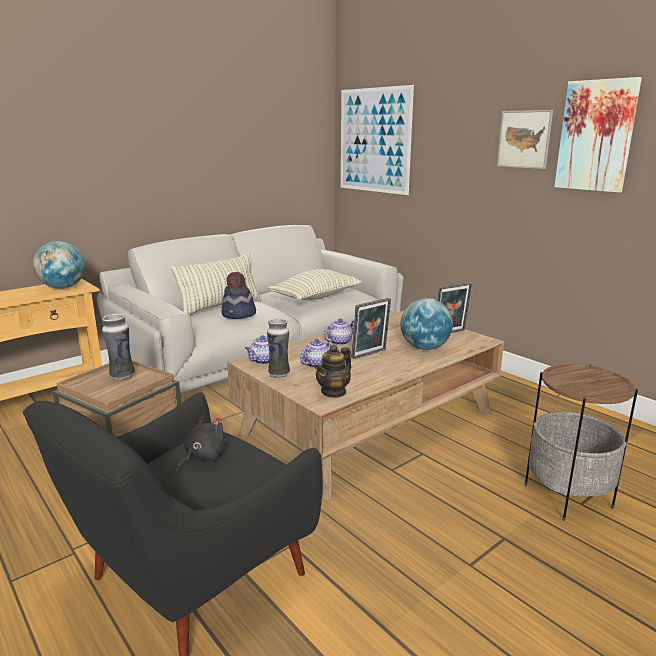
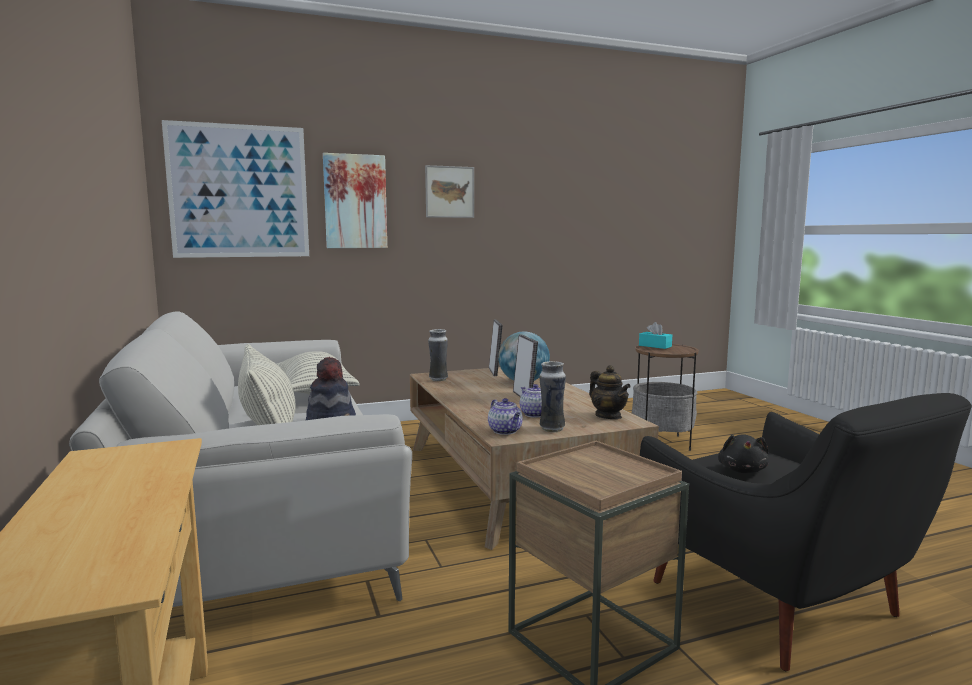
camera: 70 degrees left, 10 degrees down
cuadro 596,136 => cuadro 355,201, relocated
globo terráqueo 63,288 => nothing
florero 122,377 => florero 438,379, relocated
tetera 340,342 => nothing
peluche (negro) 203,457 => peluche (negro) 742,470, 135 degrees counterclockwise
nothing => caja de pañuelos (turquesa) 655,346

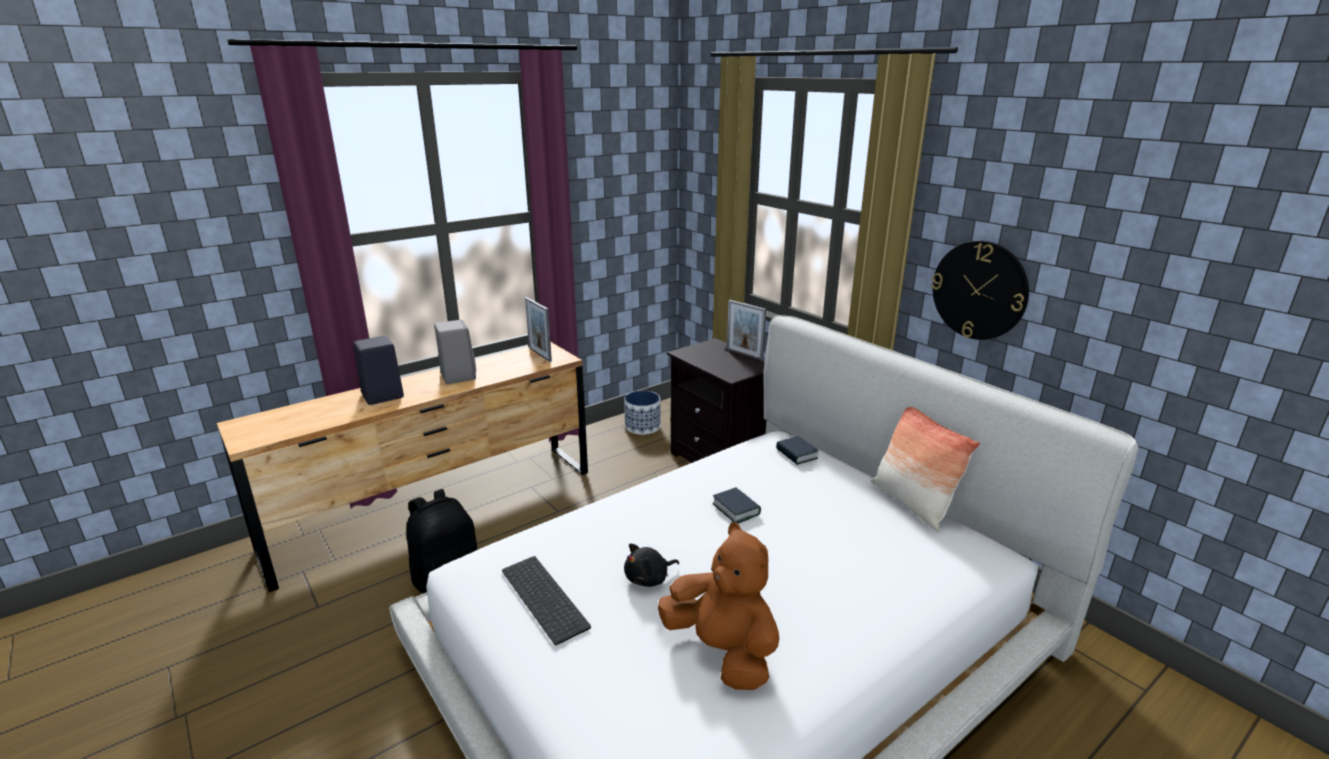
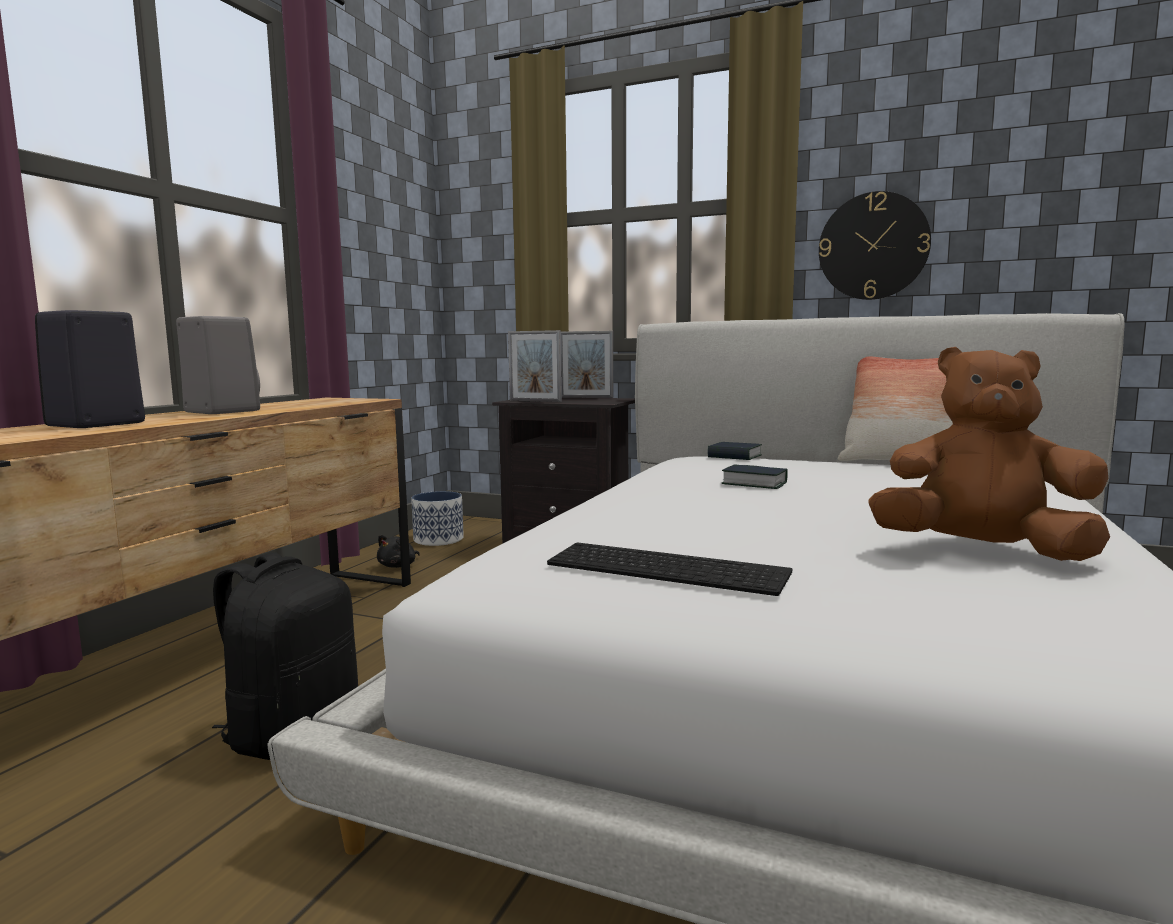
camera: 30 degrees left, 15 degrees down
portarretratos 540,354 => portarretratos 535,401, relocated
peluche (negro) 649,579 => peluche (negro) 399,566, relocated

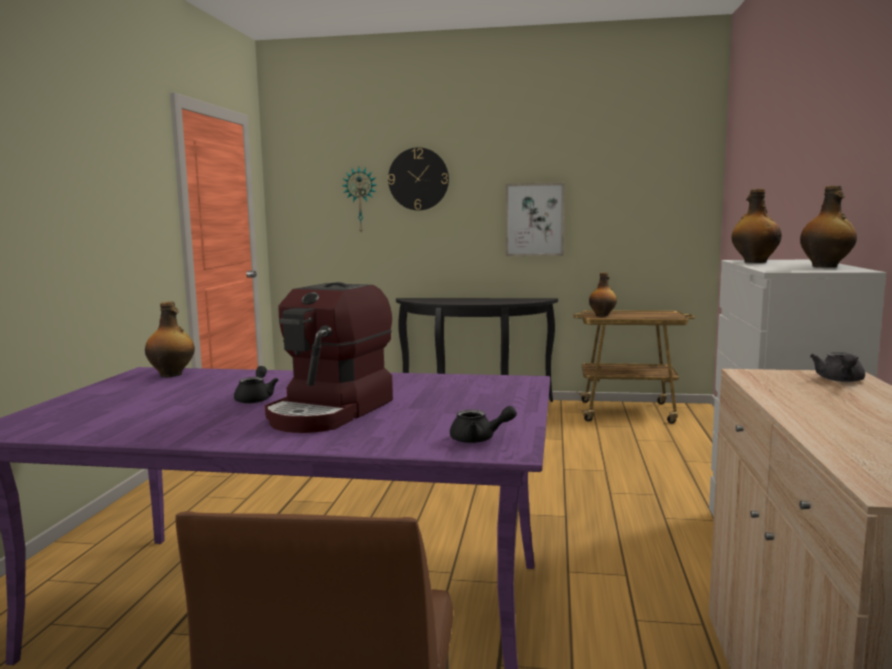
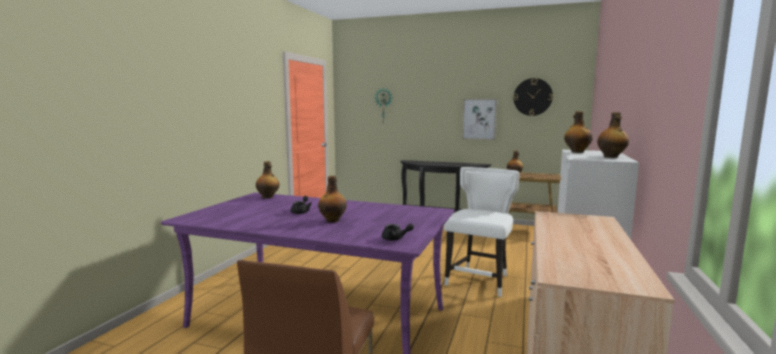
camera: 10 degrees right, 0 degrees up
reloj de pared 418,179 => reloj de pared 532,97, relocated
cafetera 331,412 => botella 333,220
tetera (gris) 840,380 => nothing
nothing => silla (blanco) 480,280

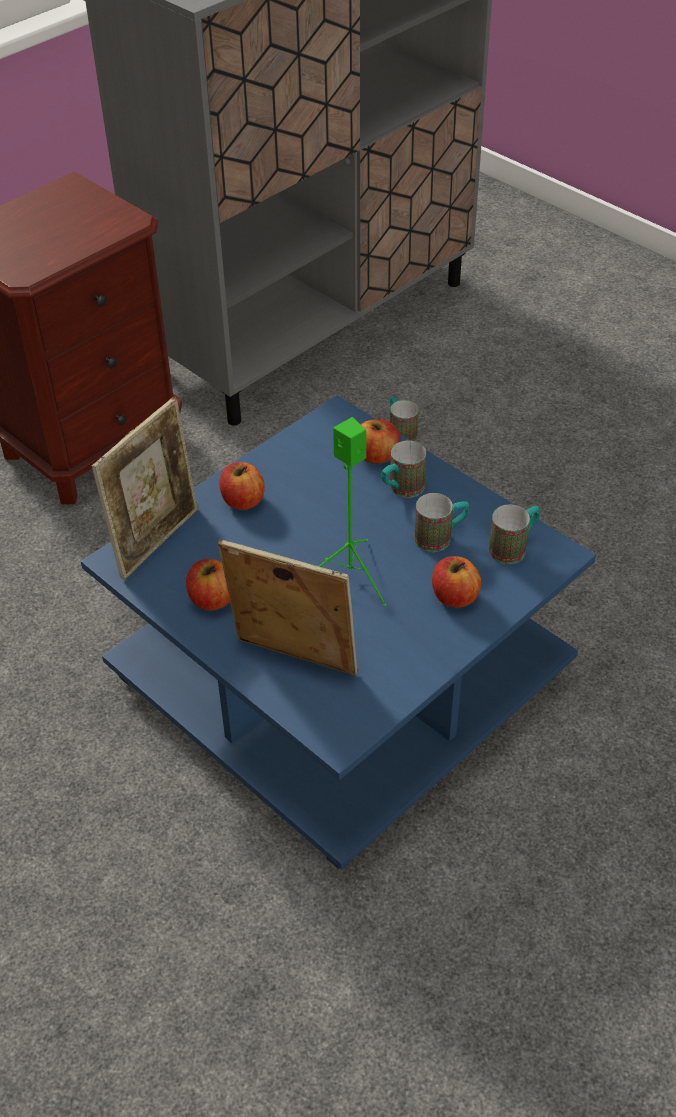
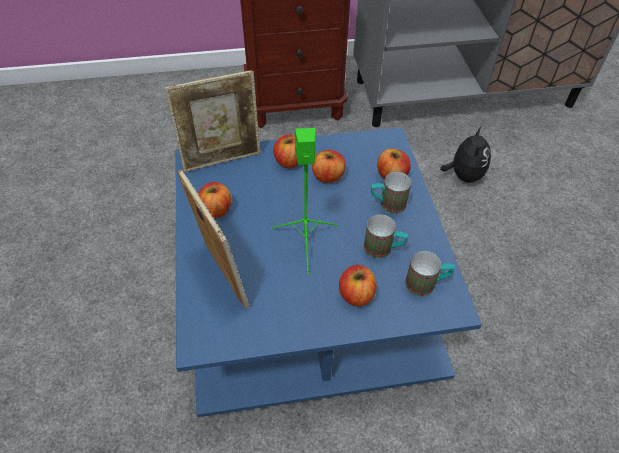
camera: 35 degrees right, 5 degrees up
taza grande 400,433 => peluche 463,175
nothing => manzana 328,176

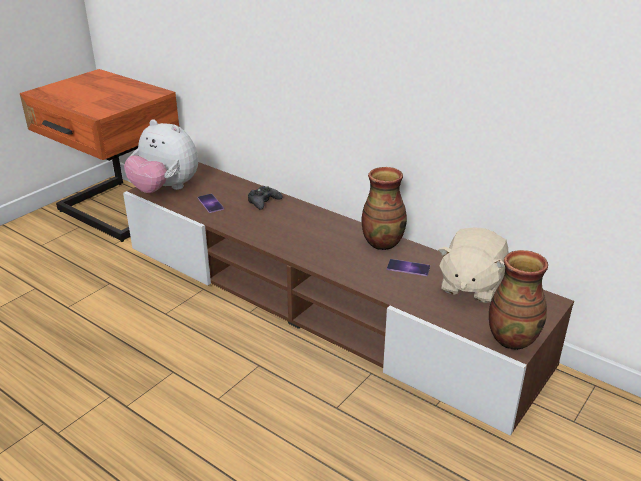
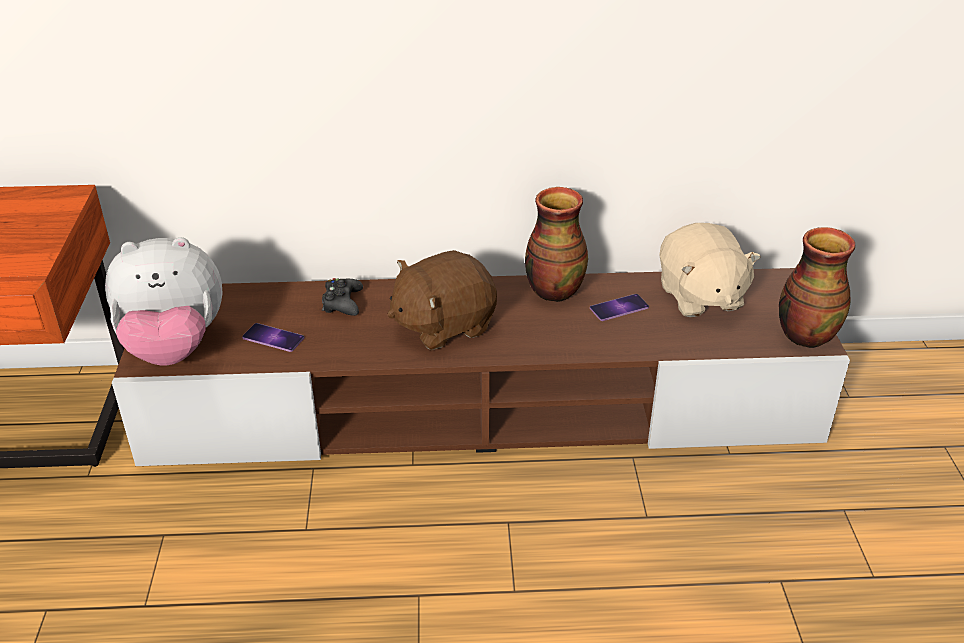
camera: 40 degrees left, 5 degrees up
nothing => peluche (marrón) 443,325

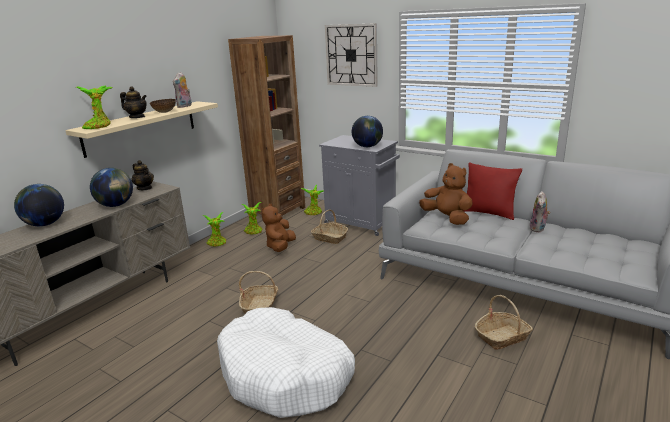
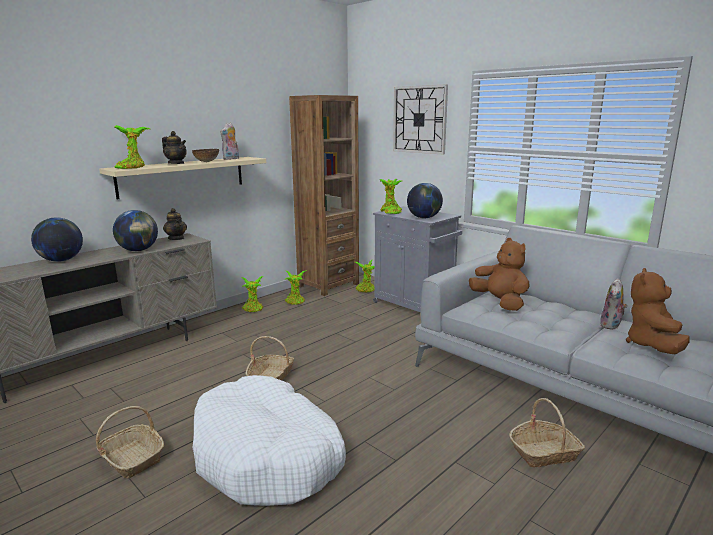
camera: 10 degrees right, 5 degrees down
cojín (rojo) 488,213 => nothing
peluche (marrón) 280,247 => peluche (marrón) 652,345, relocated
cesta 329,238 => cesta 132,458, relocated
nothing => planta en maceta 390,212

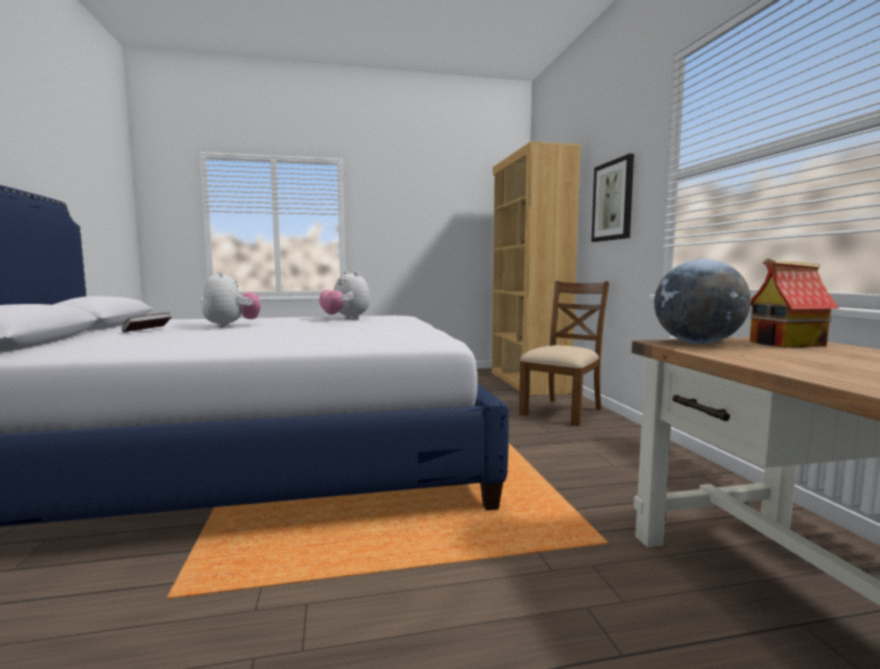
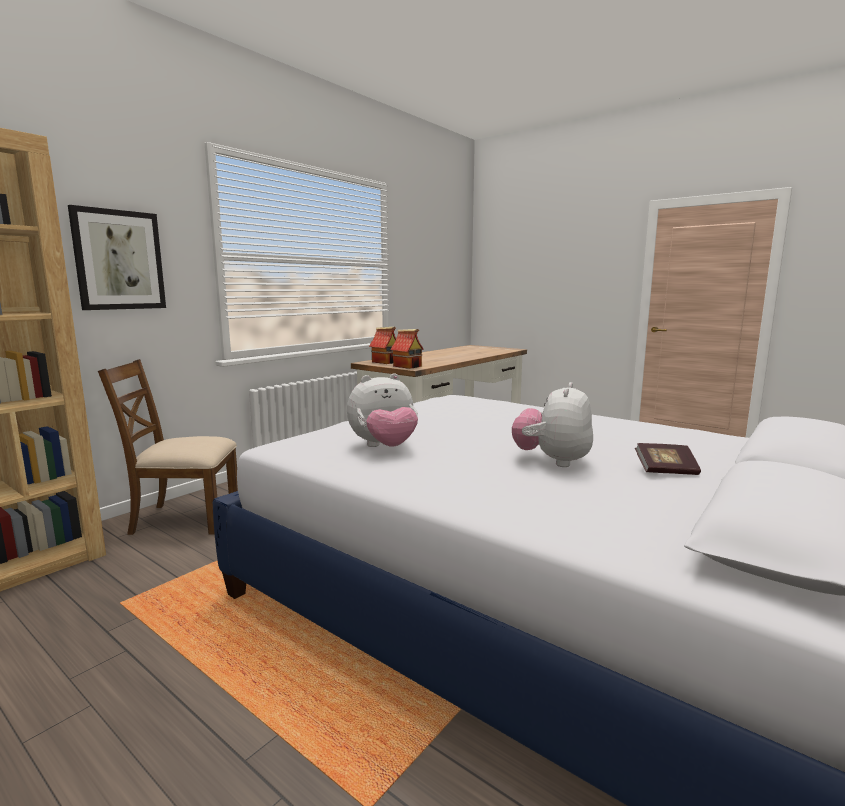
camera: 130 degrees left, 5 degrees up
globo terráqueo 697,343 => casita 408,366
peluche 346,319 => peluche 384,447, 60 degrees clockwise

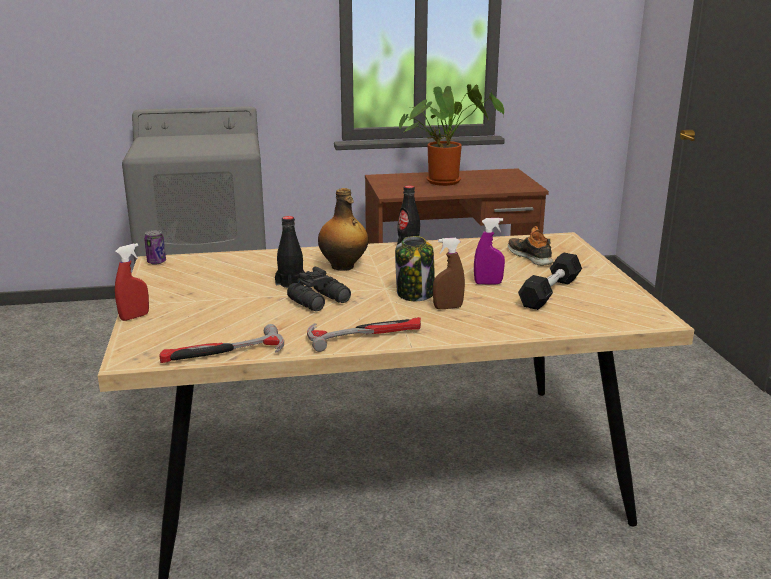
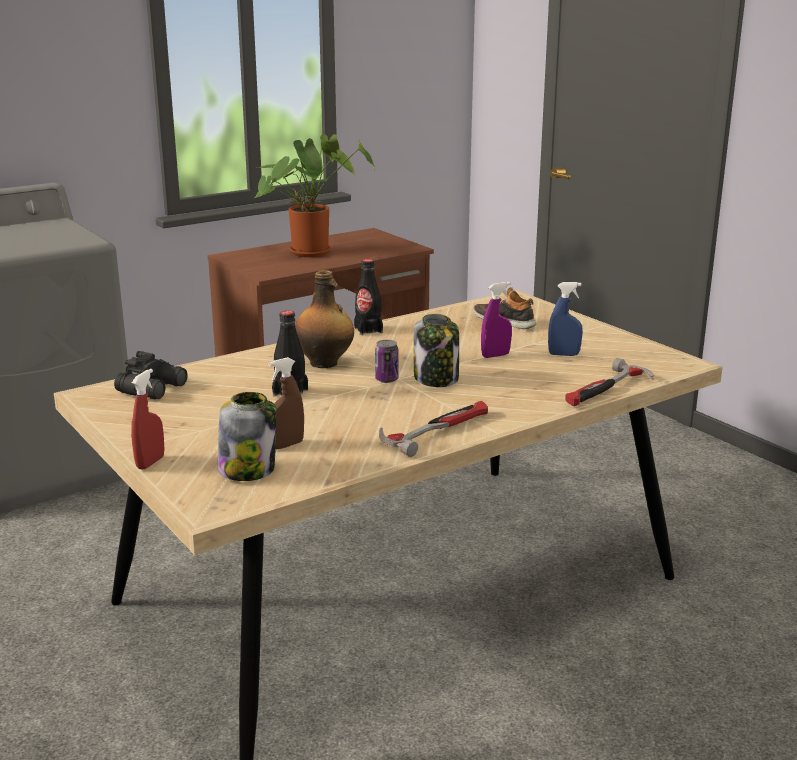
camera: 25 degrees left, 0 degrees up
lata 156,262 => lata 386,379, relocated
pulverizador (marrón) 448,307 => pulverizador (marrón) 286,445, relocated
mancuerna (negro) 550,292 => pulverizador (azul) 563,354
prismáticos (negro) 321,301 => prismáticos (negro) 154,388, relocated
martillo 223,354 => martillo 606,390, relocated
nothing => tarro 248,470

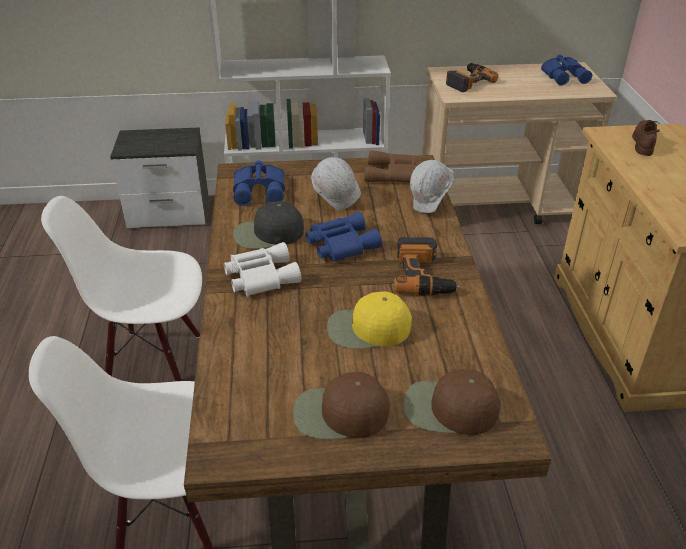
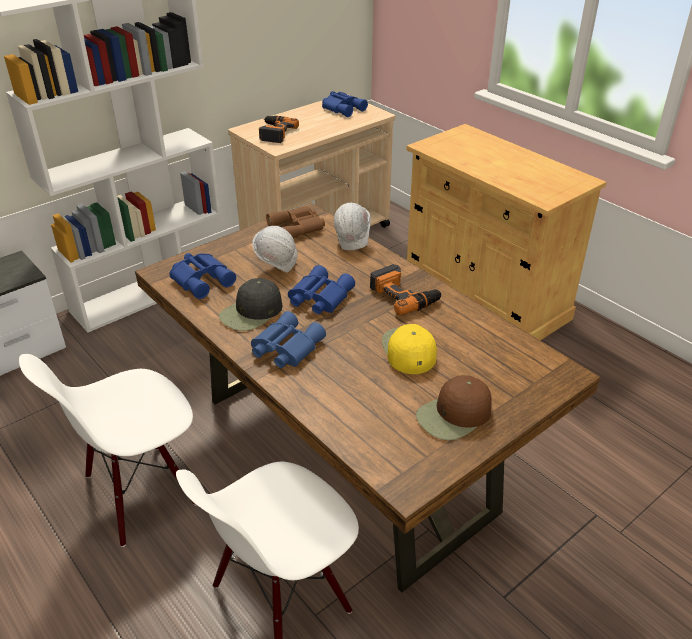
camera: 35 degrees left, 0 degrees up
zapato (marrón) 643,142 => nothing
prismáticos (blanco) 260,276 => prismáticos (azul) 285,347
gorra (amarillo) 367,329 => gorra (amarillo) 408,350, 120 degrees clockwise
gorra (marrón) 449,409 => nothing

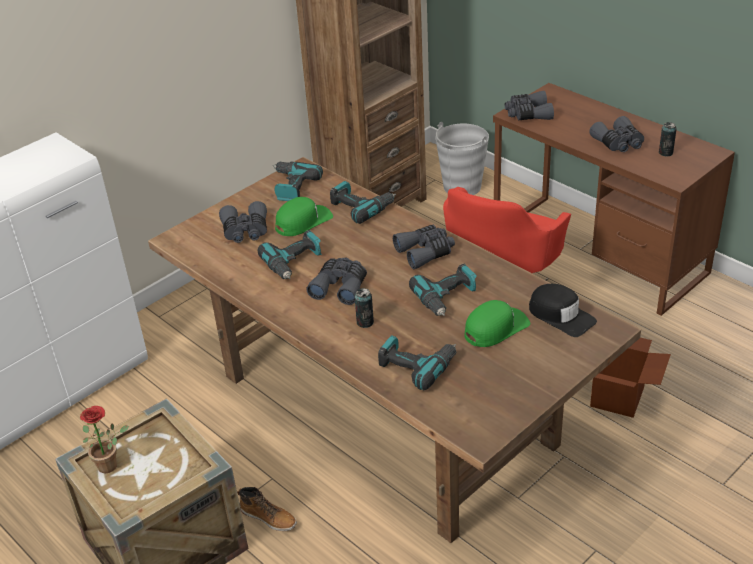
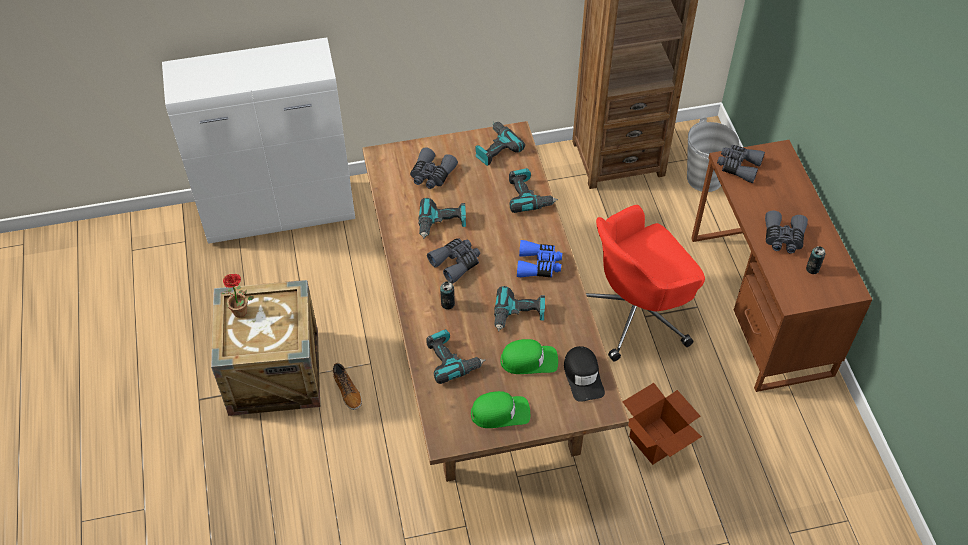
camera: 30 degrees right, 15 degrees up
gorra (verde) 303,221 => gorra (verde) 500,412, relocated
prismáticos (gris) 425,252 => prismáticos (azul) 539,265

